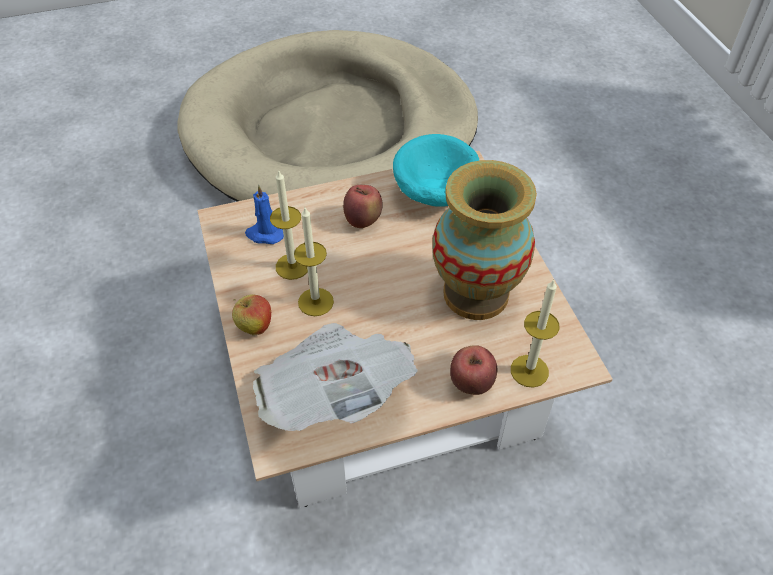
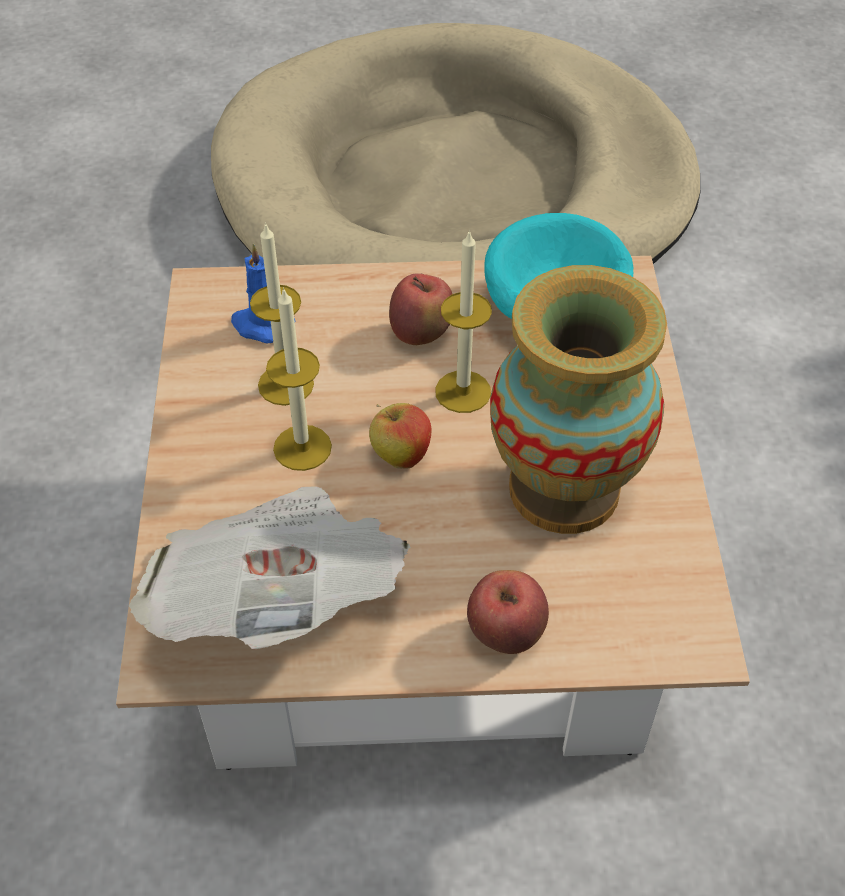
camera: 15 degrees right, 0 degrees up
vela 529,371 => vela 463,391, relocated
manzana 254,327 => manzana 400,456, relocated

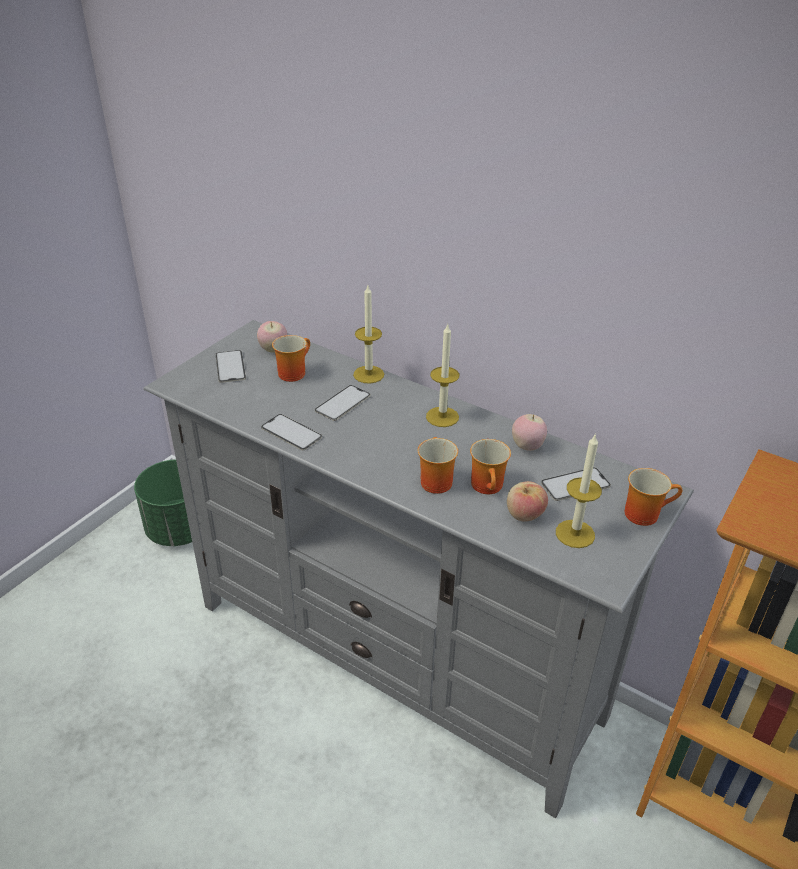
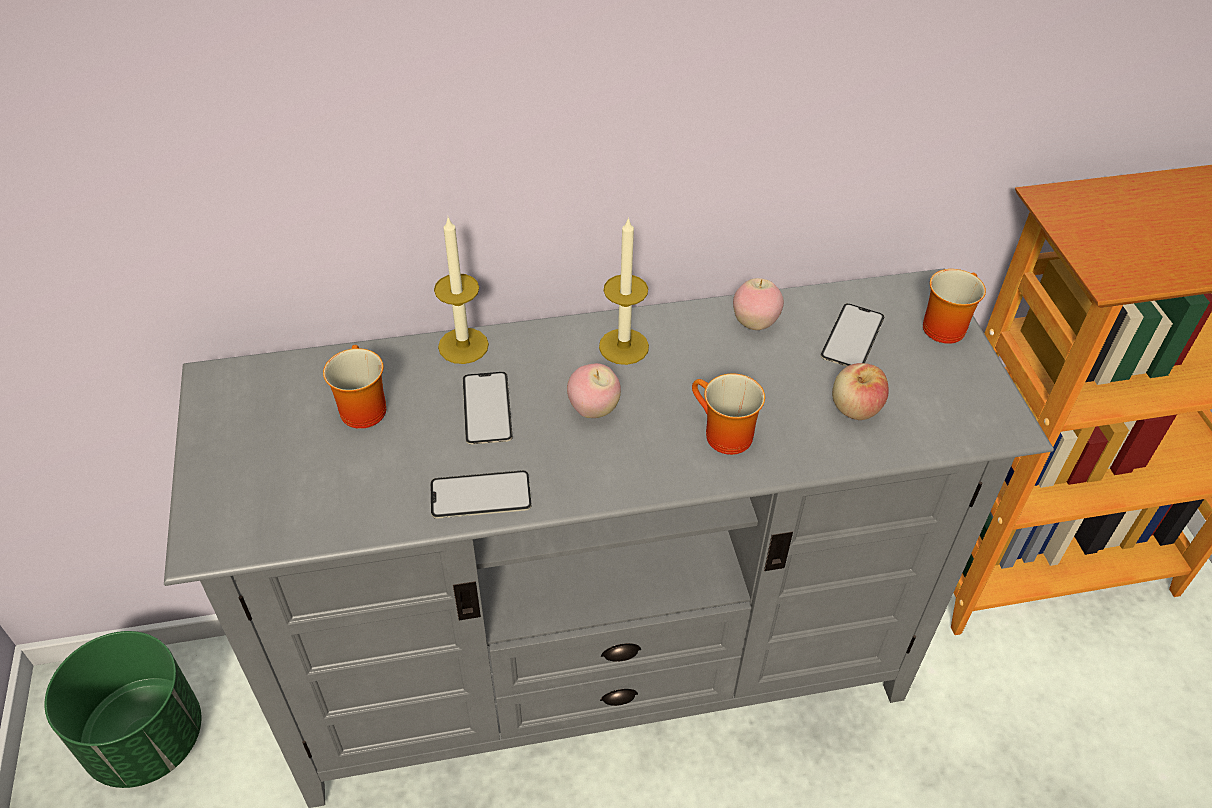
camera: 45 degrees left, 10 degrees up
manzana 273,350 => manzana 593,410, relocated
móvil 230,366 => nothing
vela 575,534 => nothing
taza grande 489,487 => nothing

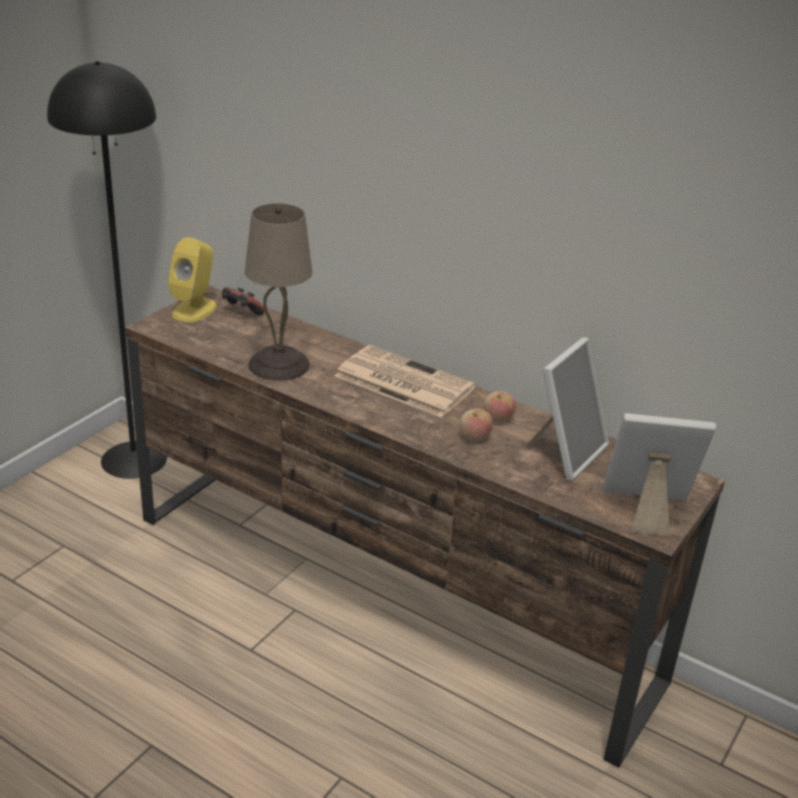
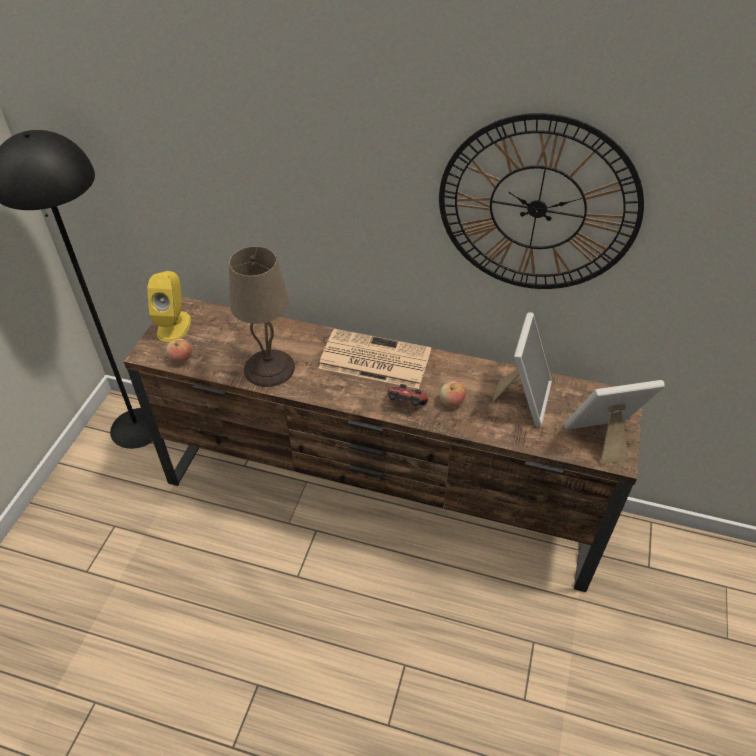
camera: 15 degrees left, 15 degrees up
mando de consola 241,312 => mando de consola 406,405, relocated
manzana 497,419 => manzana 181,359, relocated
nothing => reloj de pared 537,208

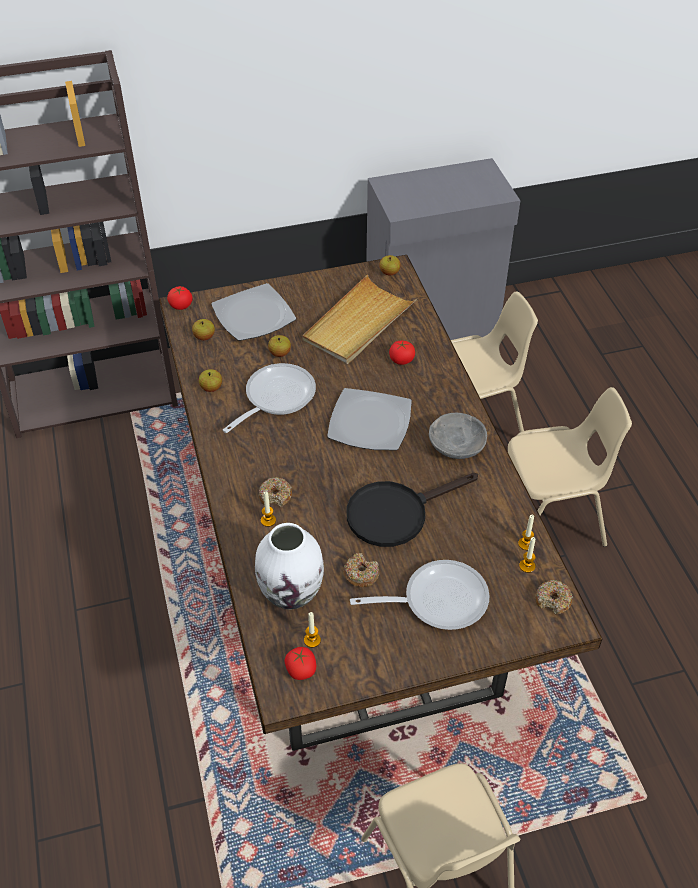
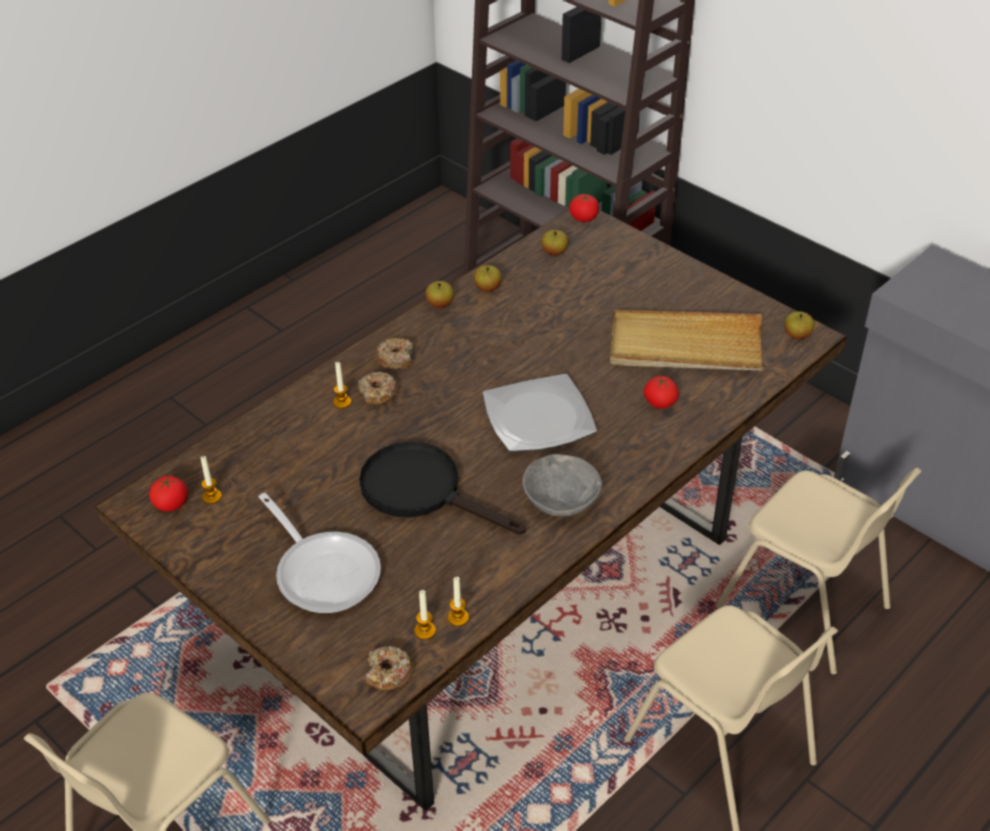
camera: 60 degrees right, 5 degrees down
plato 254,315 => nothing
manzana 280,353 => manzana 440,304, relocated
sartén 275,398 => nothing
florero (blanco) 291,593 => nothing
rosquilla 361,574 => rosquilla 395,359, relocated

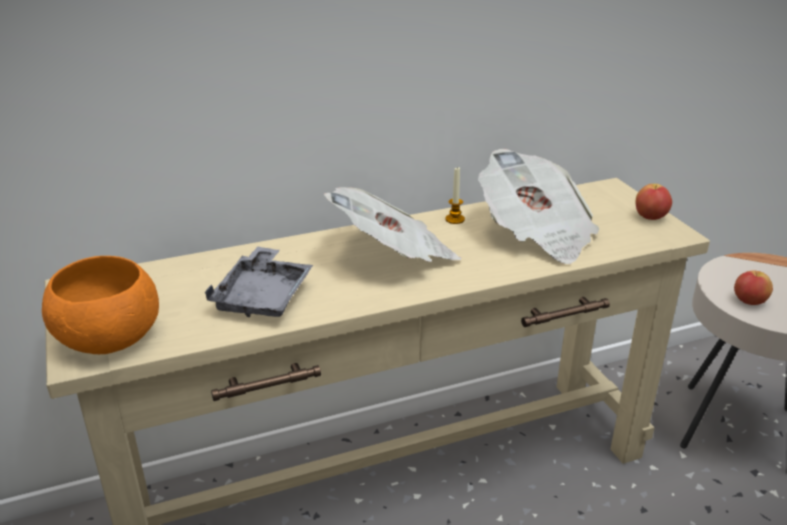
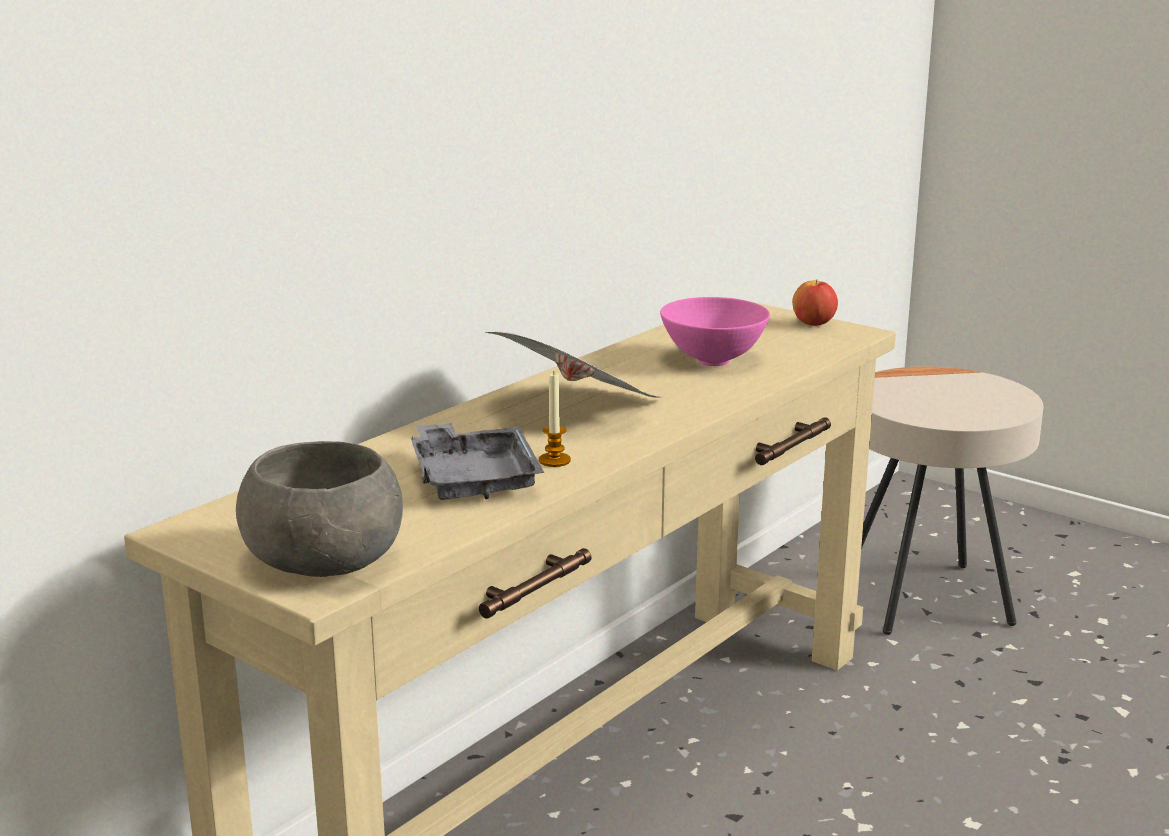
camera: 30 degrees left, 10 degrees down
periódico 536,234 => cuenco (rosa) 714,361
vela 455,219 => vela 554,460, relocated
cuenco (naranja) 109,337 => cuenco (gris) 326,560
manzana 749,301 => nothing

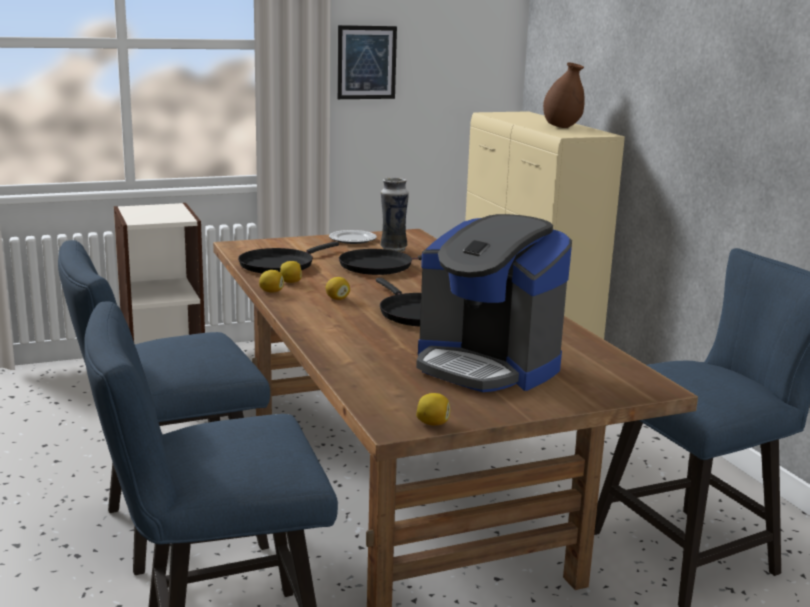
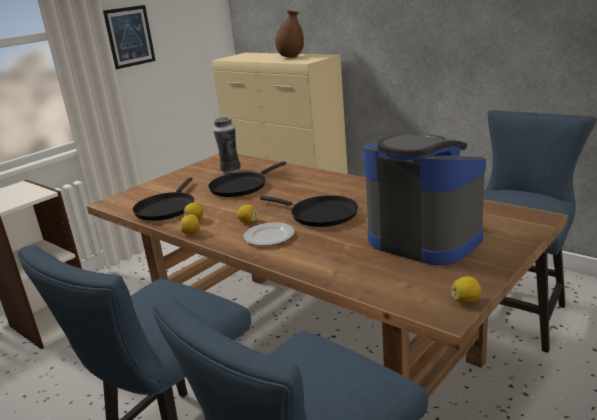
camera: 25 degrees left, 5 degrees up
cafetera 487,365 => cafetera 424,239, 150 degrees counterclockwise
plato 352,239 => plato 269,237, relocated

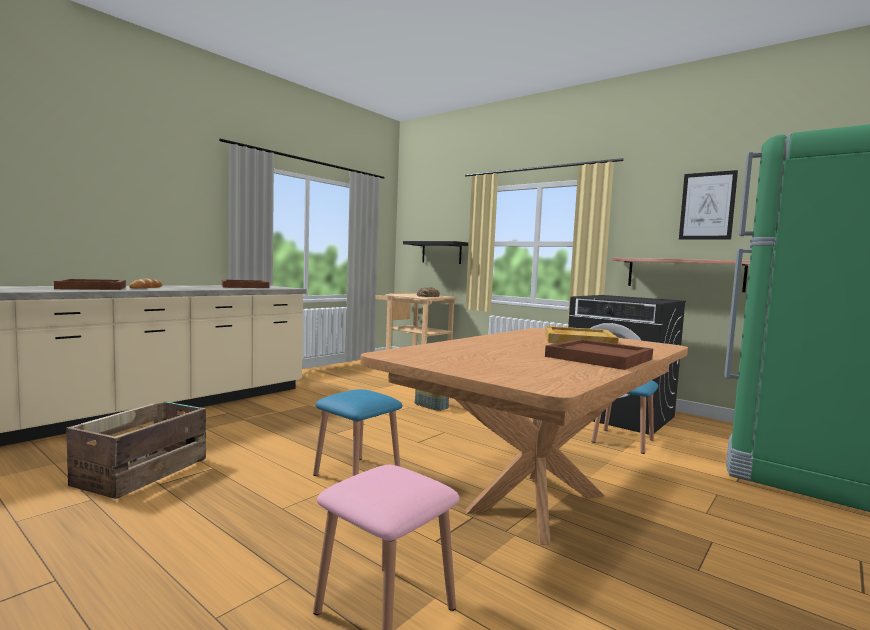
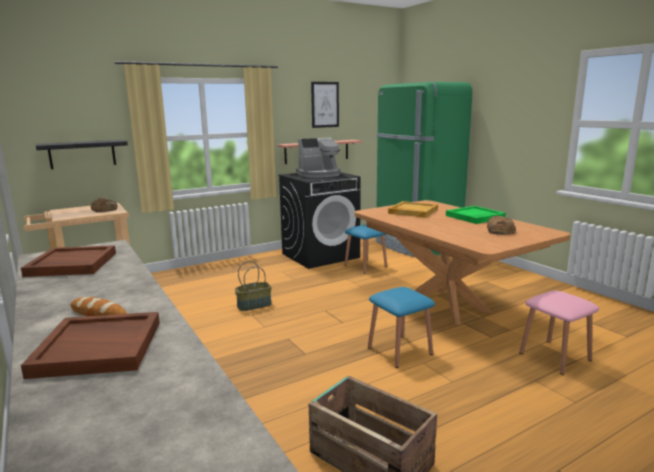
camera: 70 degrees left, 10 degrees up
bandeja (marrón) 598,358 => bandeja (verde) 475,217
nothing => cafetera 319,174
nothing => pan 500,230

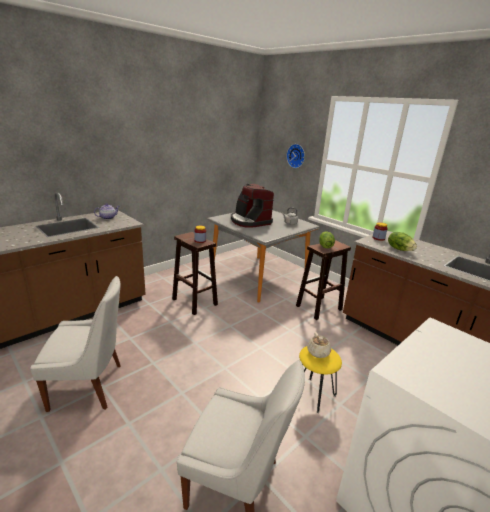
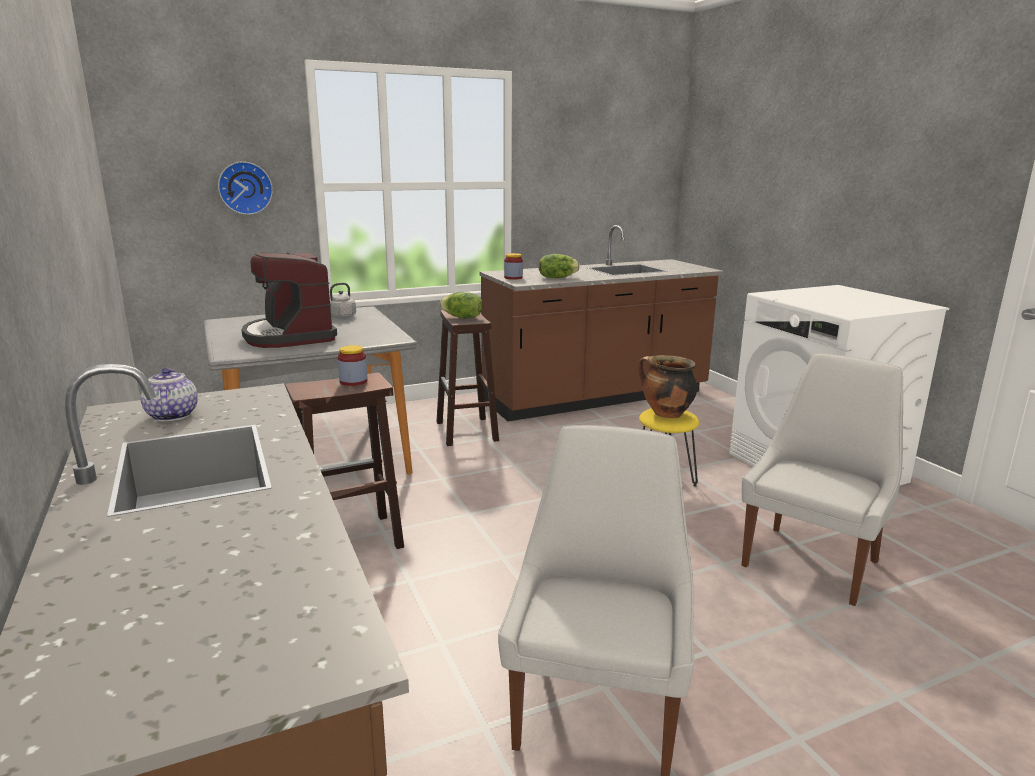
camera: 70 degrees left, 5 degrees down
cafetera 249,221 => cafetera 290,336, 75 degrees clockwise
tetera (beis) 318,353 => olla 665,414

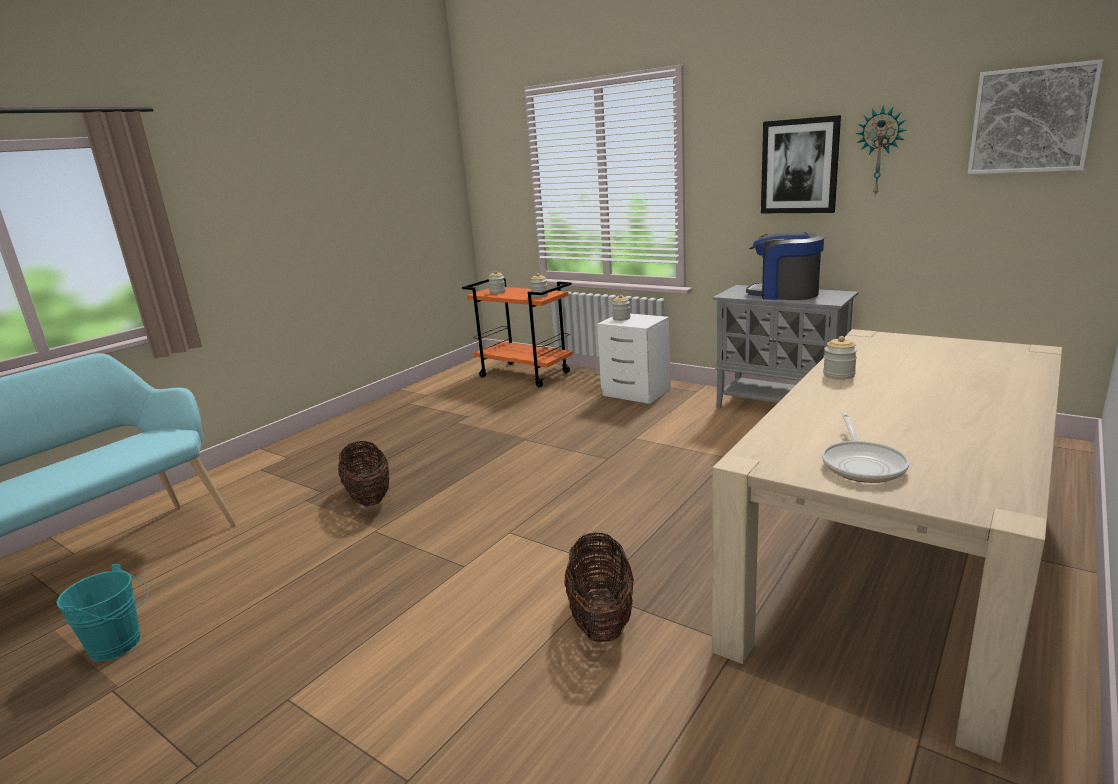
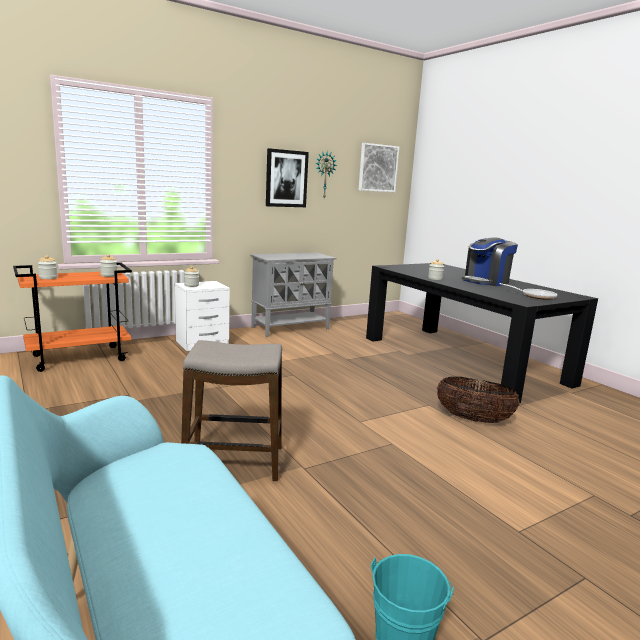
camera: 70 degrees left, 5 degrees down
cafetera 784,294 => cafetera 486,282, relocated
mesa de comedor (beis) 896,562 => mesa de comedor (negro) 462,360
cesta 369,497 => taburete 234,462

